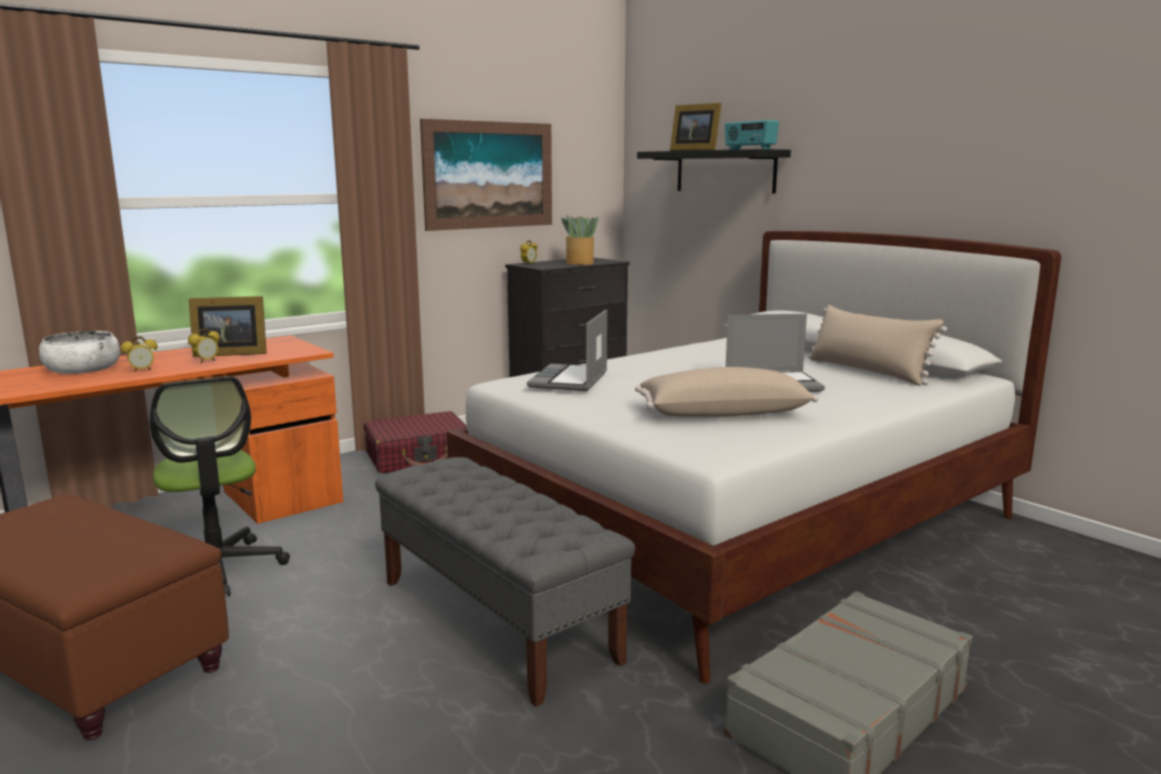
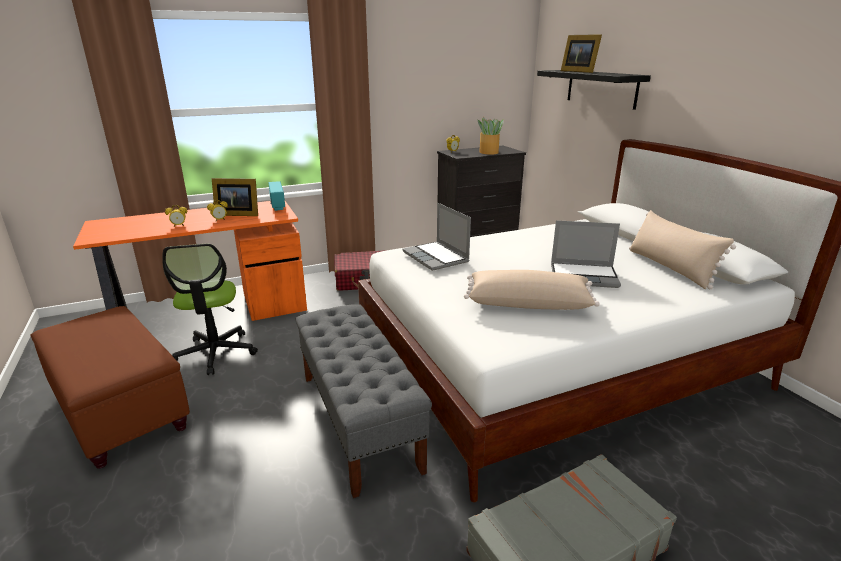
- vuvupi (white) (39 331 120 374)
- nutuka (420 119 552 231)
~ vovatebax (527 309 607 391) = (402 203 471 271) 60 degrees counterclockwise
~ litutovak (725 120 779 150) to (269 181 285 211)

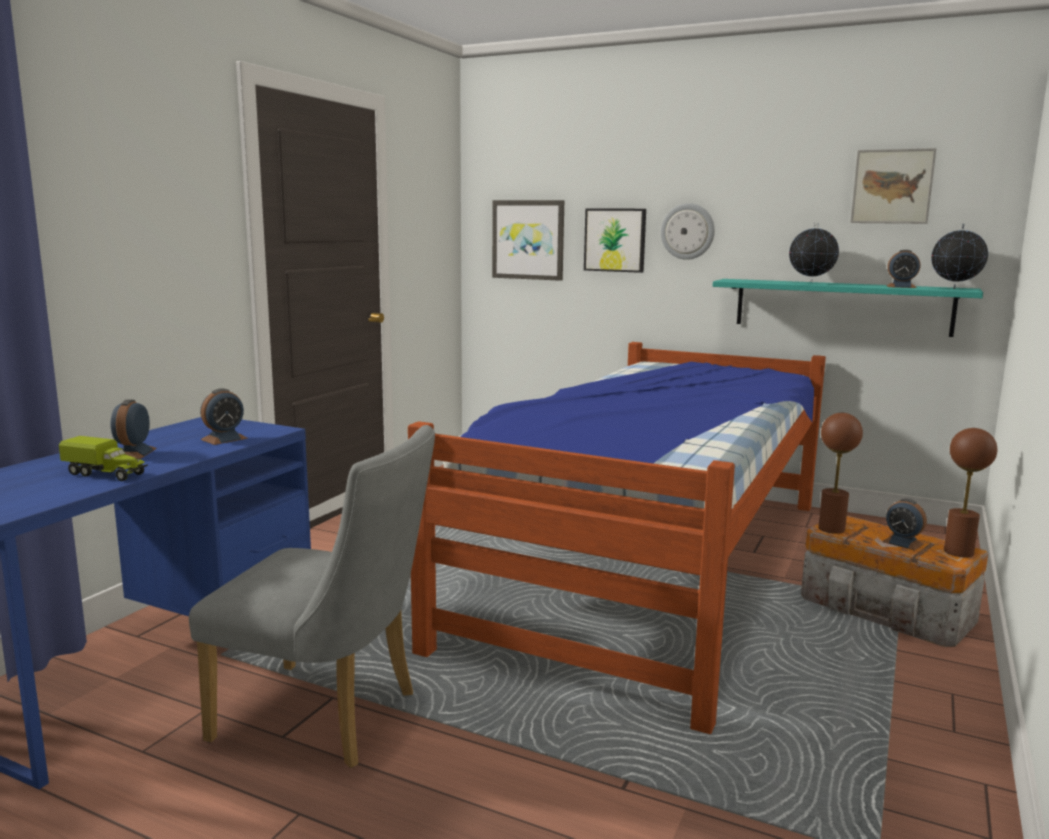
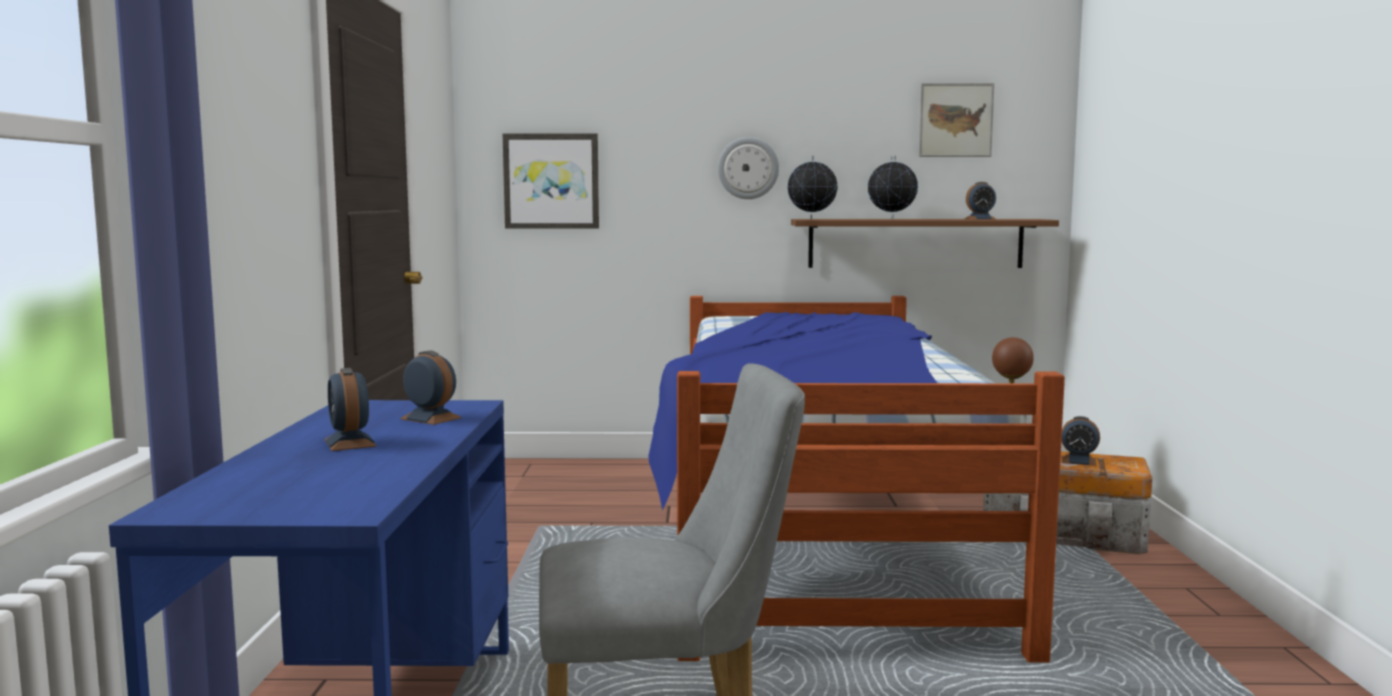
- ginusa (59 436 148 481)
~ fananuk (200 388 248 445) = (400 351 462 425) 75 degrees counterclockwise
- nutuka (584 208 646 273)
~ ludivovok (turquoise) (713 279 983 337) to ludivovok (brown) (791 219 1059 268)
~ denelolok (931 224 988 289) to (788 155 837 219)
- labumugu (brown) (944 428 997 557)

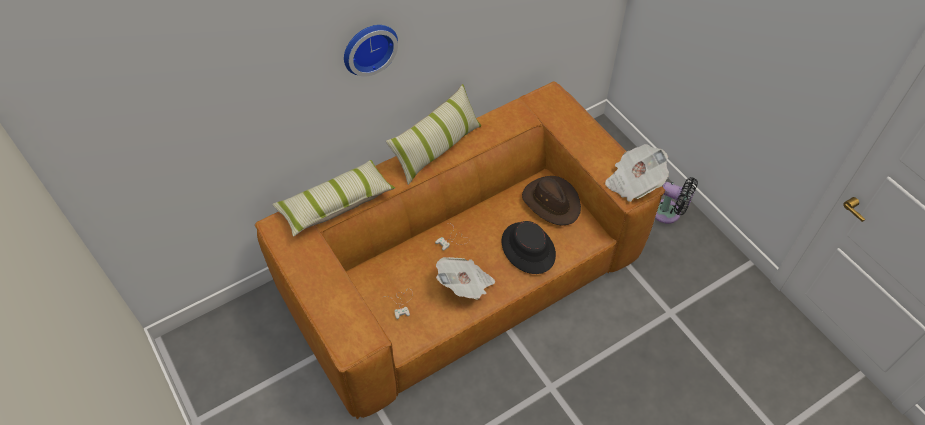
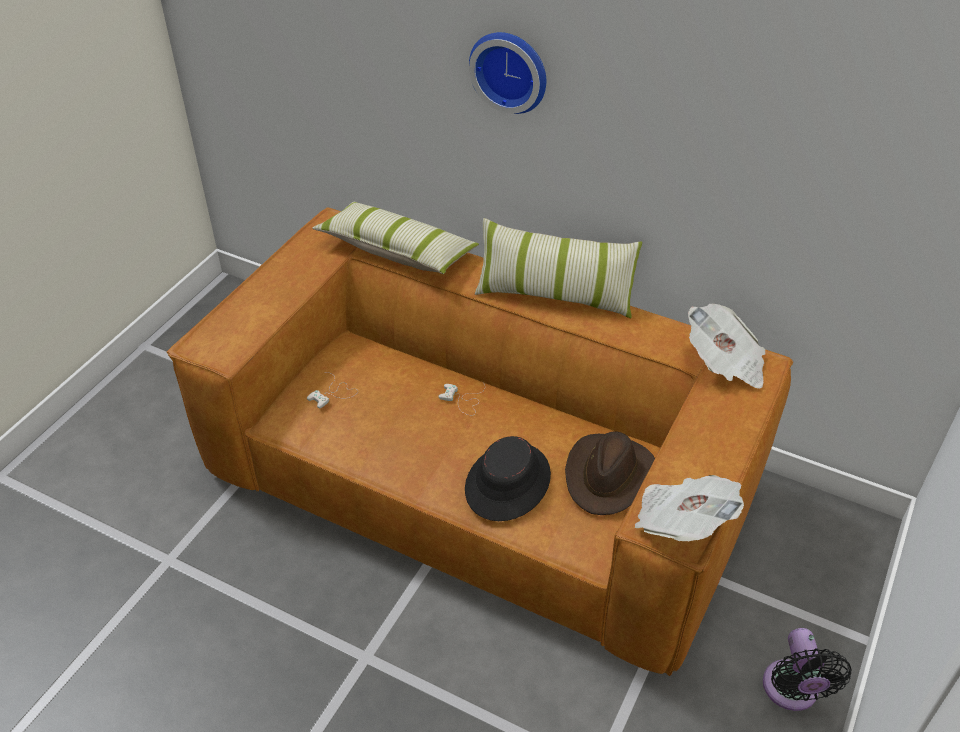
~ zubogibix (436 257 495 300) to (688 304 766 389)

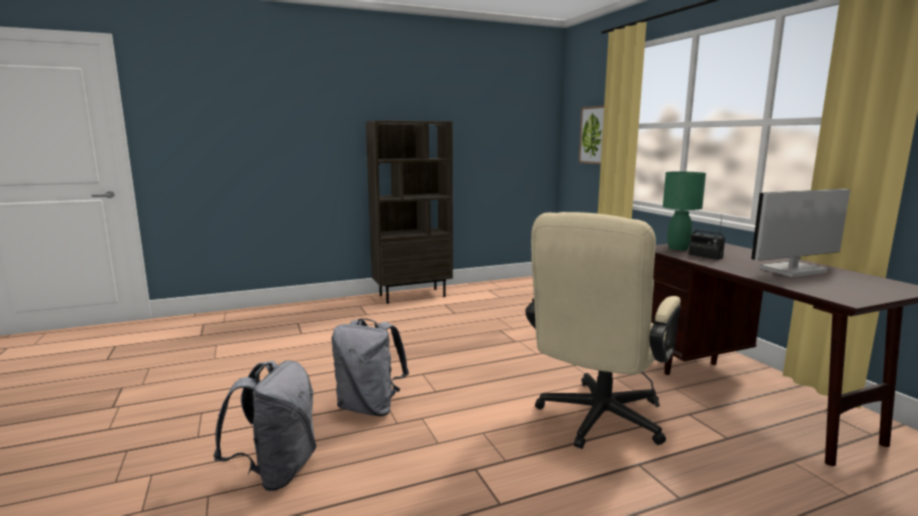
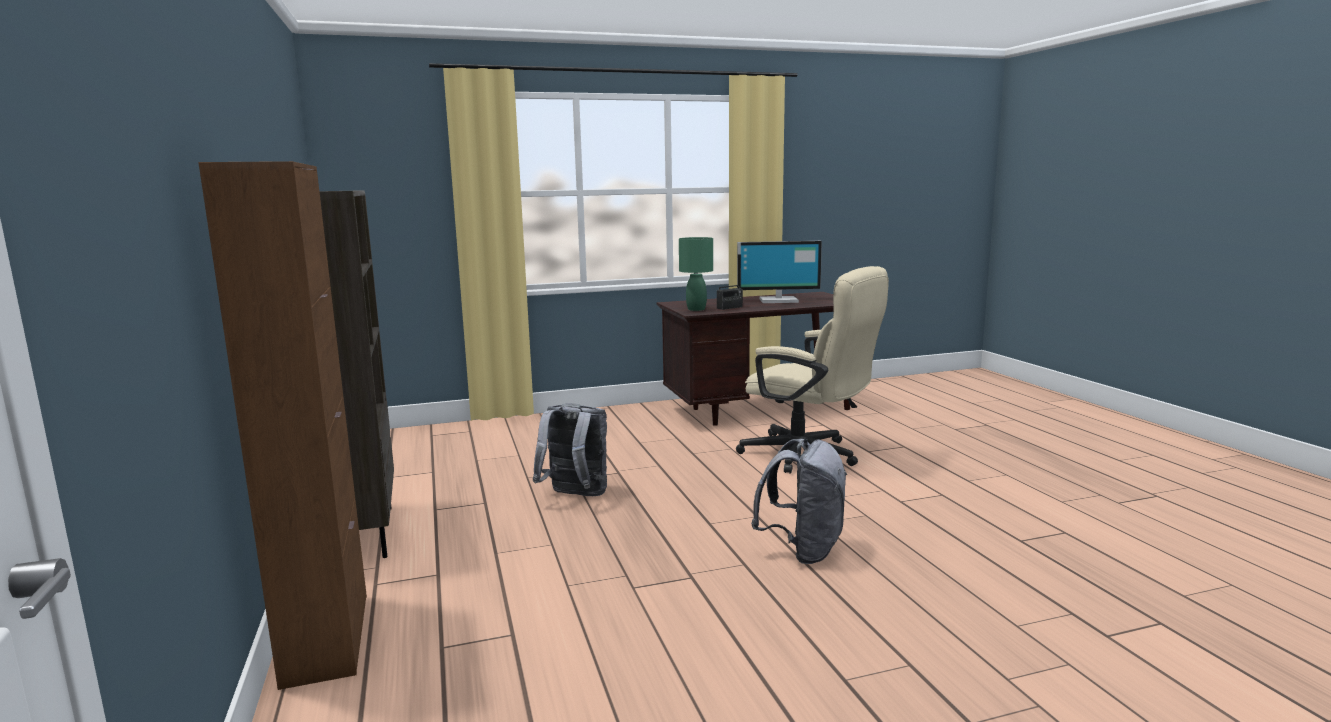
~ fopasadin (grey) (213 360 316 491) to (533 403 607 496)
- nutuka (578 105 604 165)
~ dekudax (751 189 850 277) = (737 241 822 303) 75 degrees counterclockwise
+ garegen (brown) (198 161 367 690)

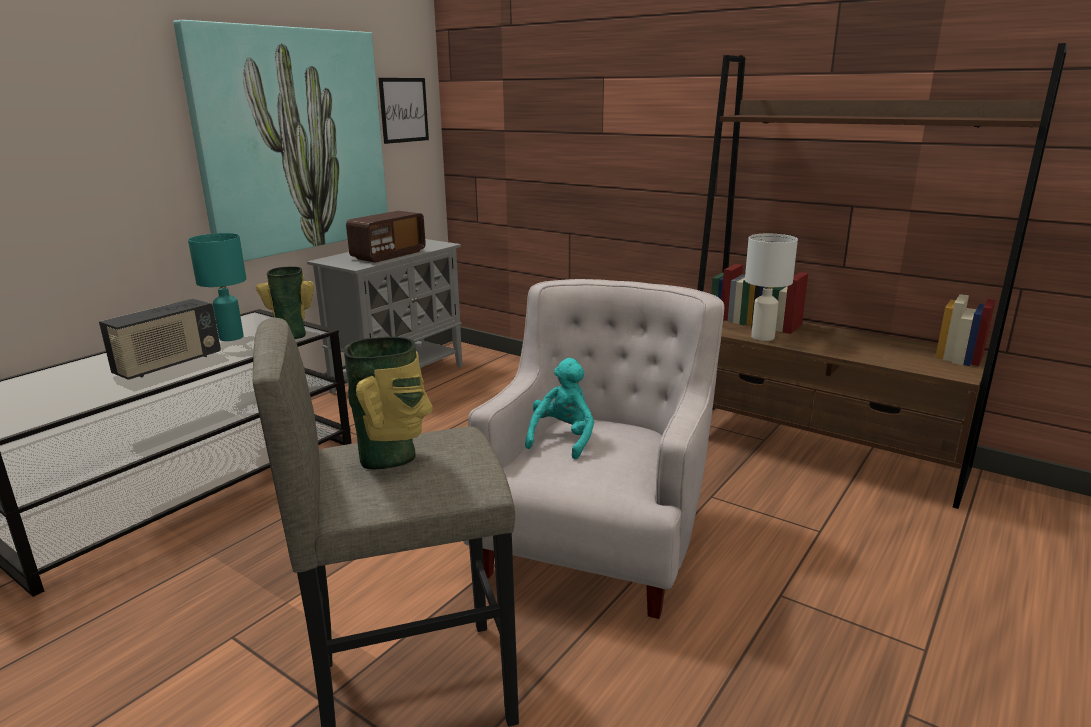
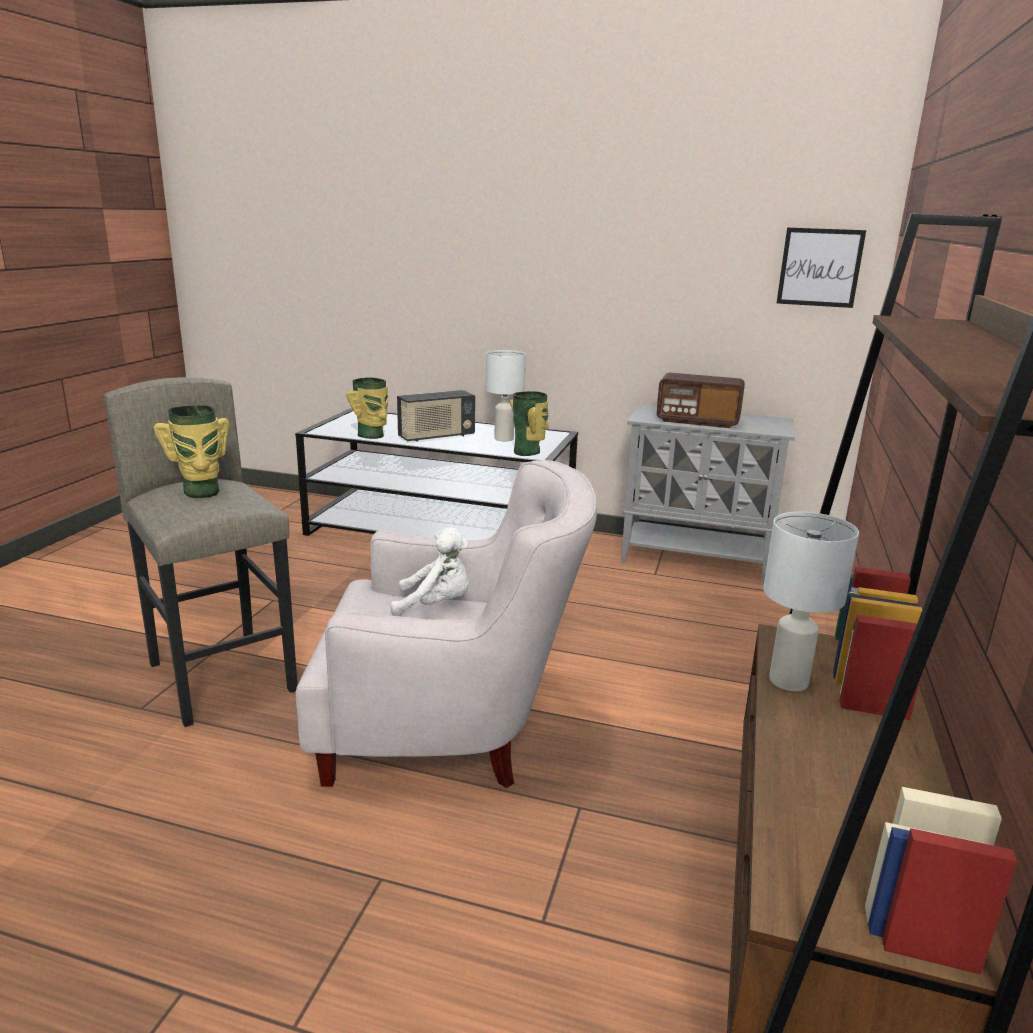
~ litutovak (99 299 221 380) = (397 390 475 442) 45 degrees counterclockwise
- nutuka (173 20 388 261)
~ labumugu (turquoise) (188 233 246 341) to labumugu (white) (486 350 526 441)
~ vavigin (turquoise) (525 358 594 459) to vavigin (white) (391 527 469 616)
+ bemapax (346 377 389 439)

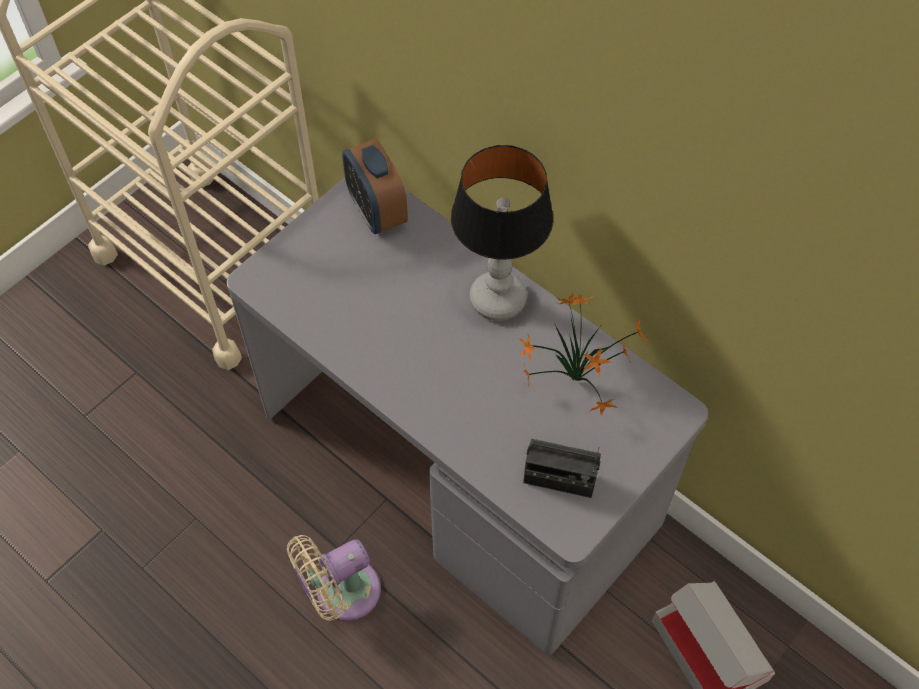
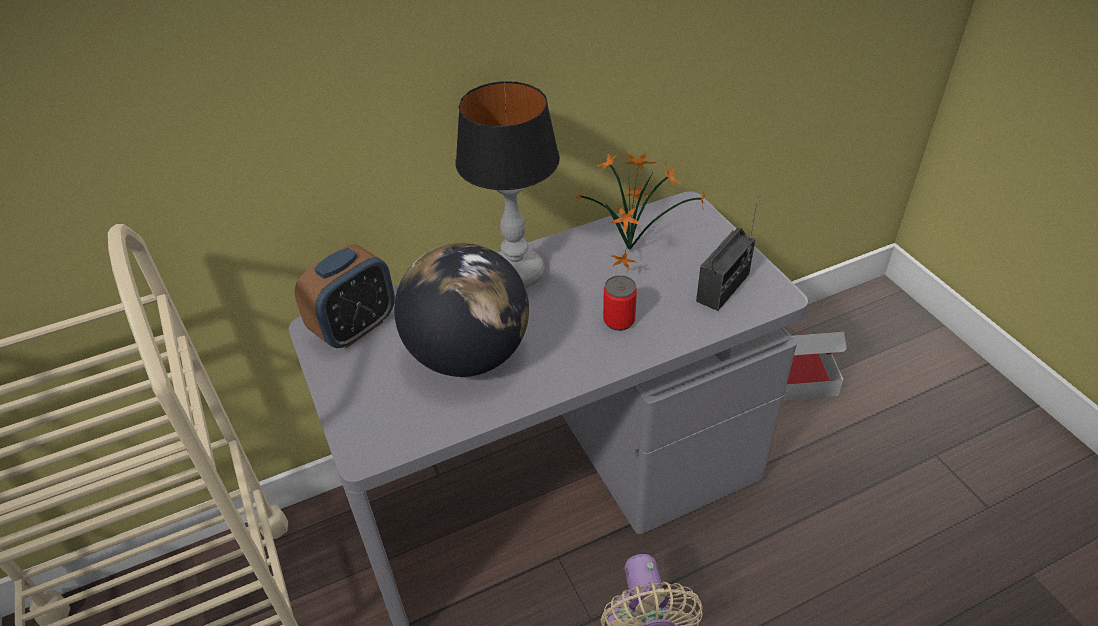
~ fananuk (342 139 408 234) = (295 244 395 348) 45 degrees counterclockwise
+ denelolok (394 243 529 377)
+ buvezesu (603 275 637 331)

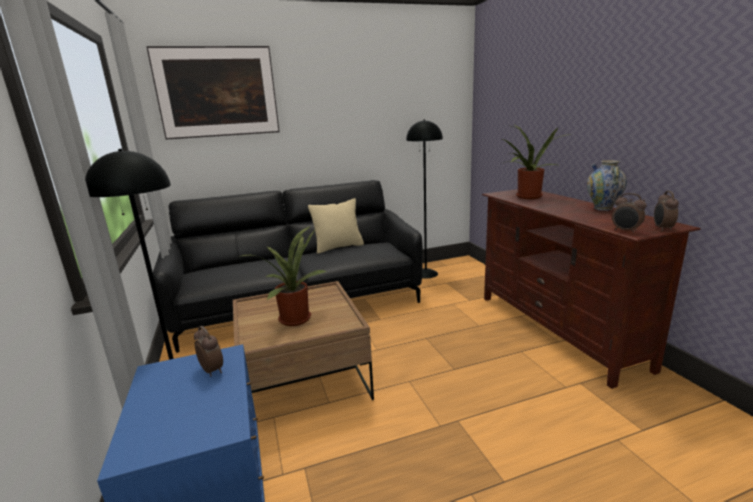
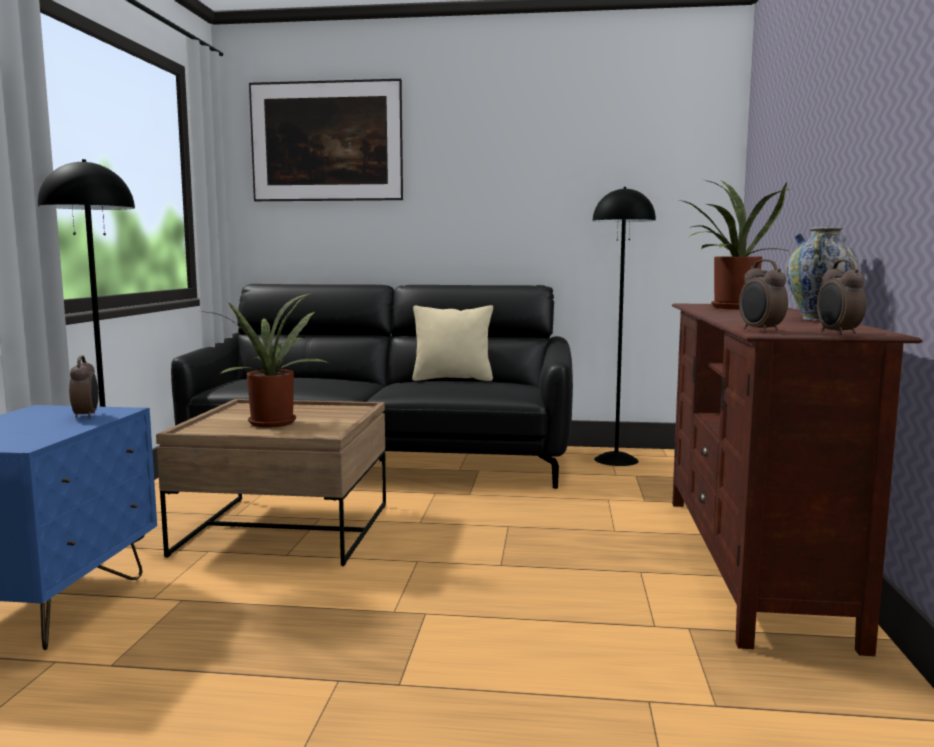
~ fananuk (654 191 679 231) = (817 260 866 335) 45 degrees counterclockwise

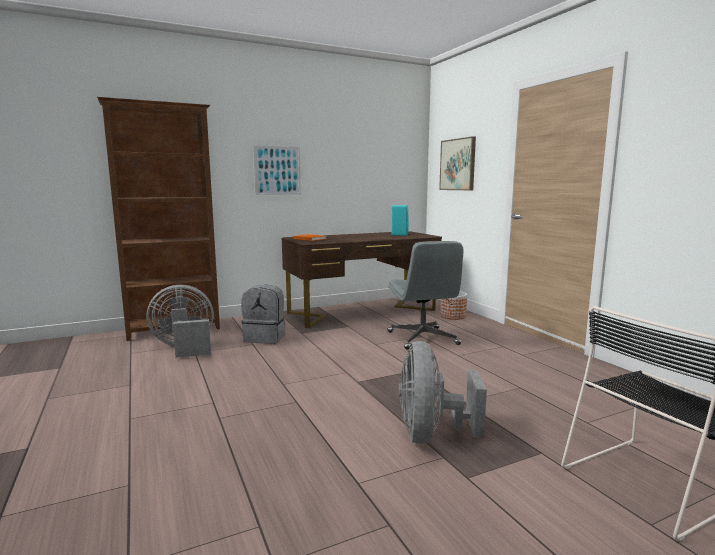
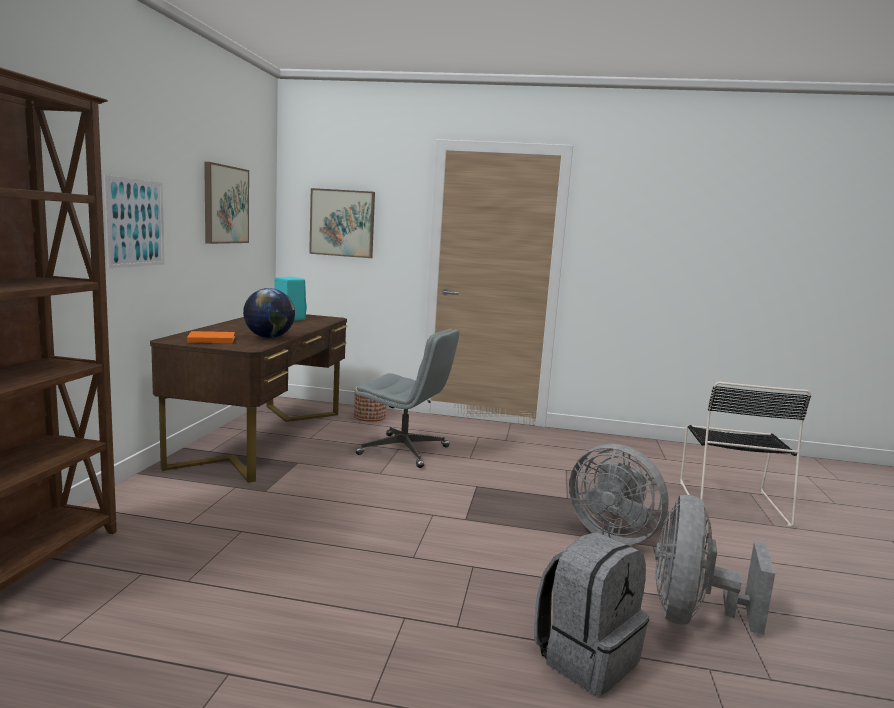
~ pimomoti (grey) (147 285 214 358) to (655 495 775 635)
~ fopasadin (grey) (241 285 285 344) to (534 532 649 696)
+ nutuka (204 162 249 244)
+ denelolok (243 288 295 338)

